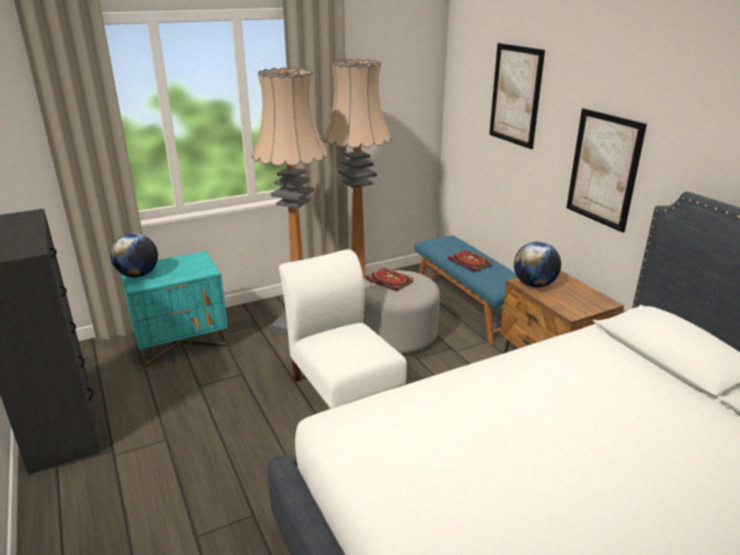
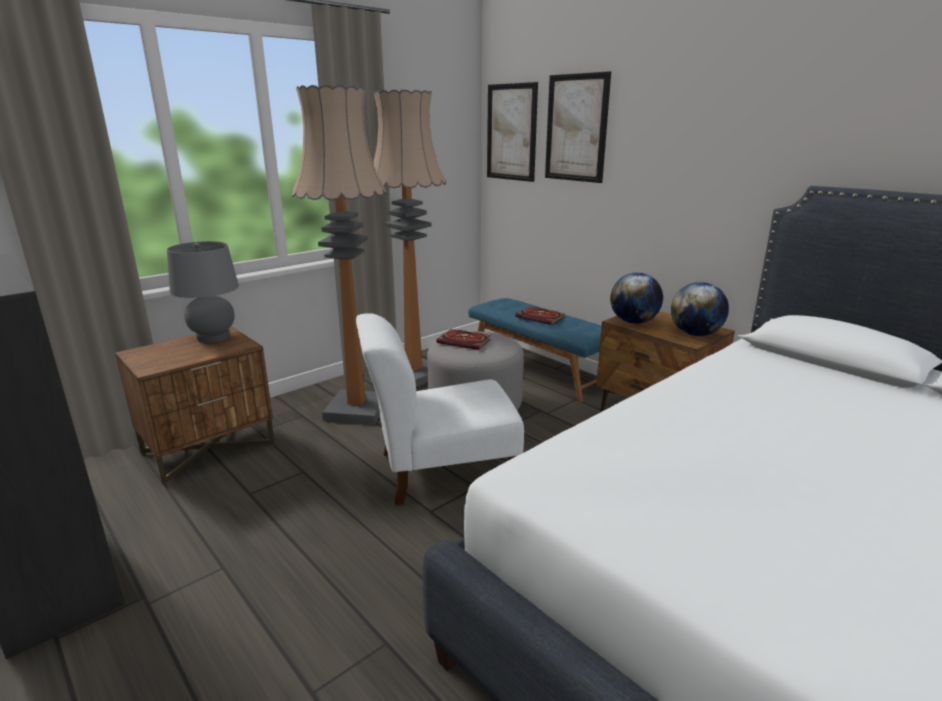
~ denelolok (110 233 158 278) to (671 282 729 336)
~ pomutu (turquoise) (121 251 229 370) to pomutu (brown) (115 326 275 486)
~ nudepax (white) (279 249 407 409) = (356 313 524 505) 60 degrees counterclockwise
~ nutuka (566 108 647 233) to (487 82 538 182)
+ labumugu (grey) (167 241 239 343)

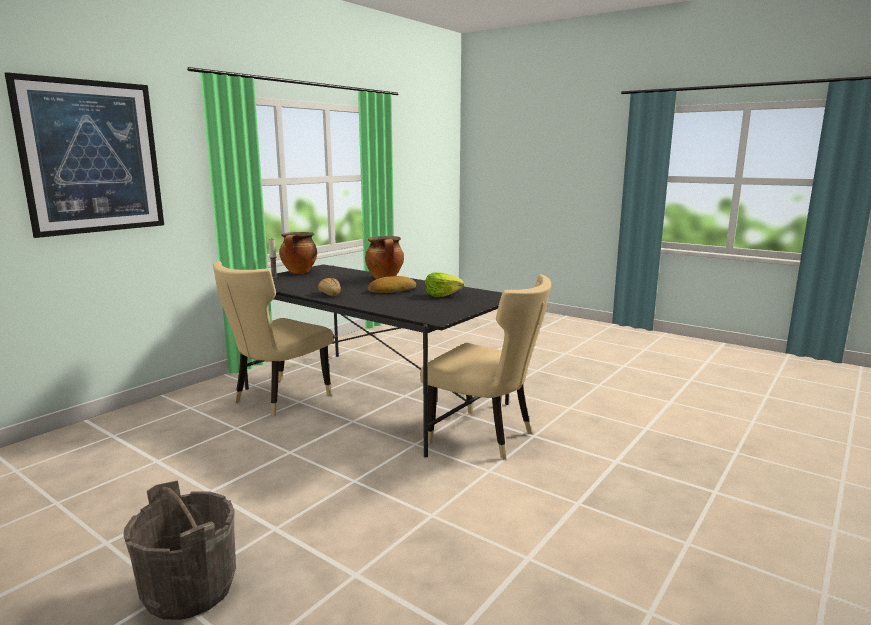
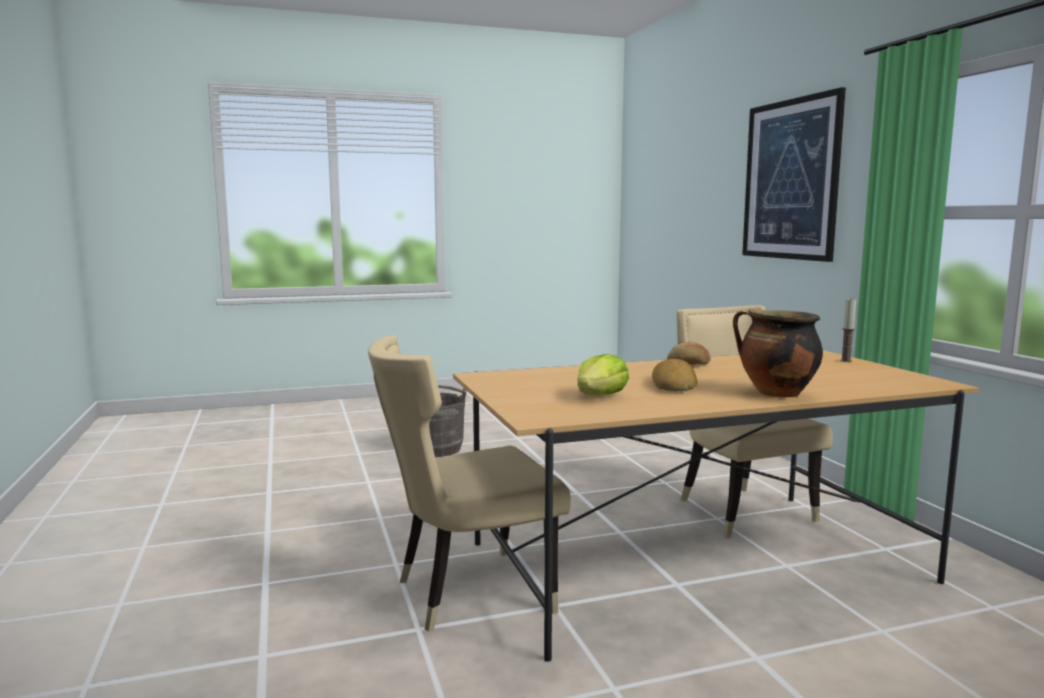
~ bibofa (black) (245 264 509 457) to bibofa (beige) (453 350 979 662)
- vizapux (279 232 317 274)

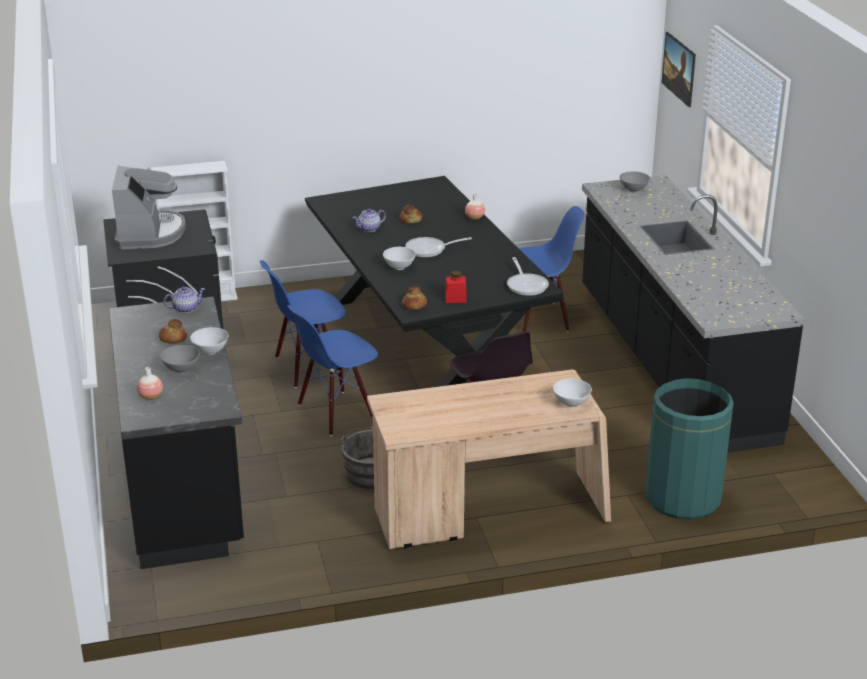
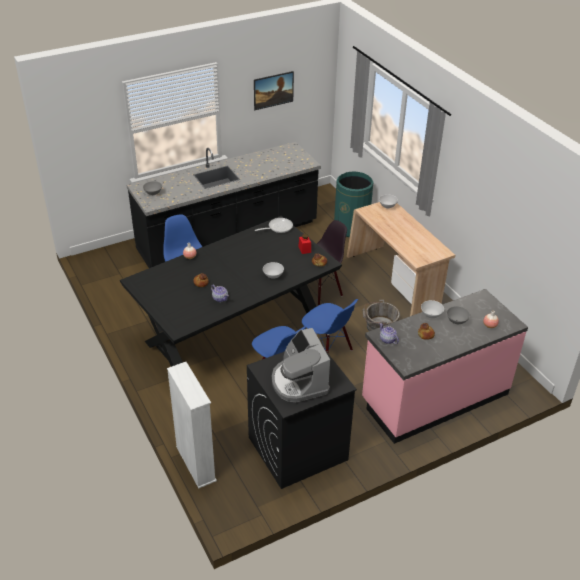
~ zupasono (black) (109 297 244 569) to zupasono (pink) (362 289 528 444)
~ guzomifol (112 166 186 249) = (272 328 330 402) 90 degrees counterclockwise
- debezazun (405 237 472 258)
~ nutuka (662 32 696 107) to (254 71 294 110)

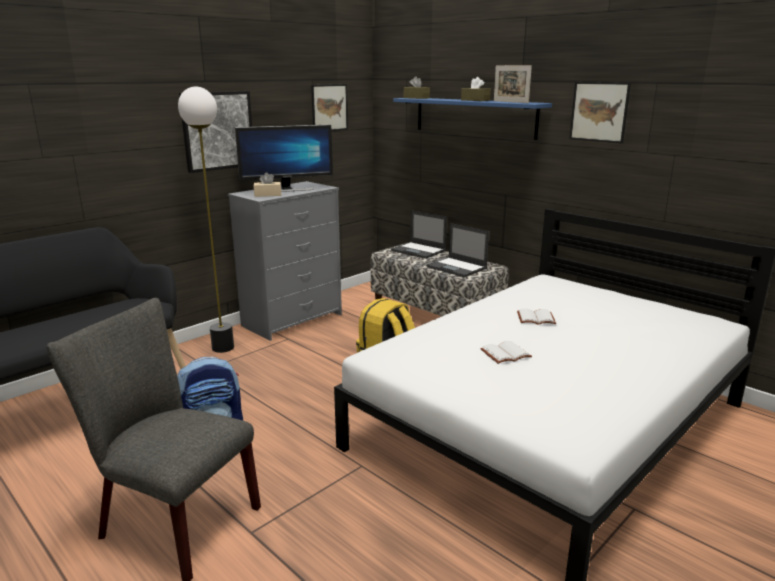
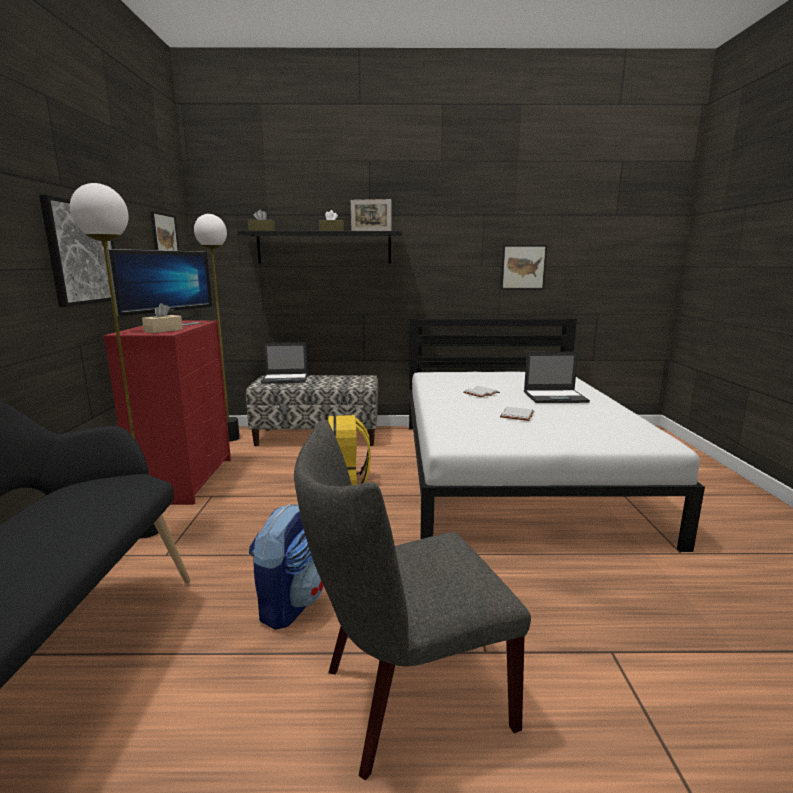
~ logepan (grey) (228 181 342 341) to logepan (red) (103 321 231 505)
~ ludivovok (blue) (393 98 552 140) to ludivovok (black) (238 231 403 263)
~ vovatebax (426 223 489 277) to (524 352 590 403)
~ nutuka (569 82 631 143) to (501 245 547 289)
+ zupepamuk (194 214 240 442)

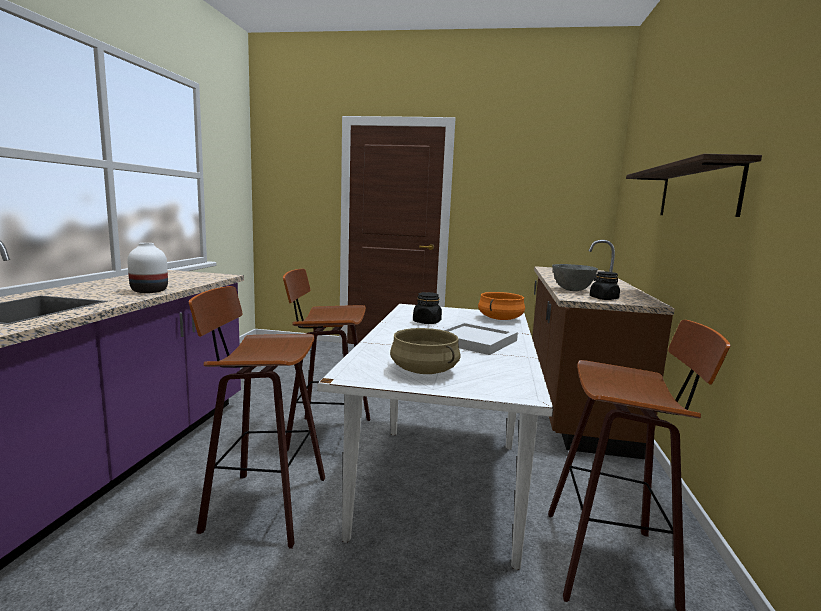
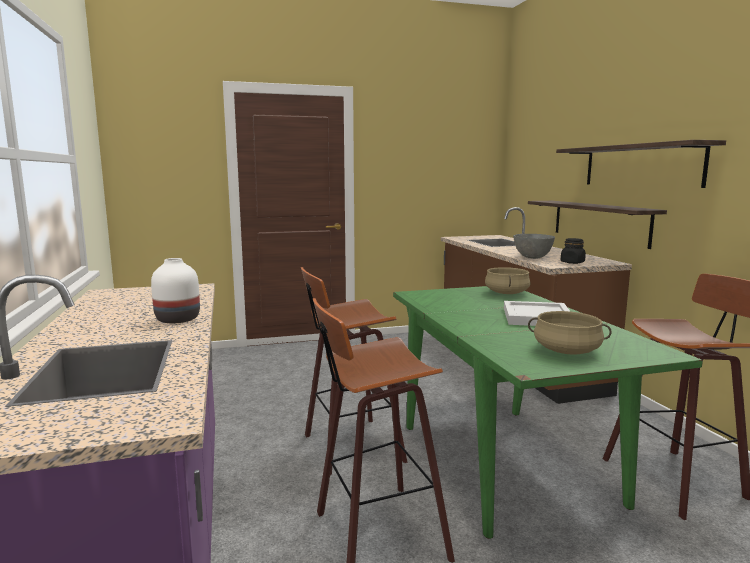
~ bibofa (white) (318 304 553 570) to bibofa (green) (393 286 703 539)
- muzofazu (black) (413 292 442 324)
~ vizapux (orange) (478 292 525 320) to vizapux (beige) (485 267 530 294)
+ ludivovok (528 201 667 249)

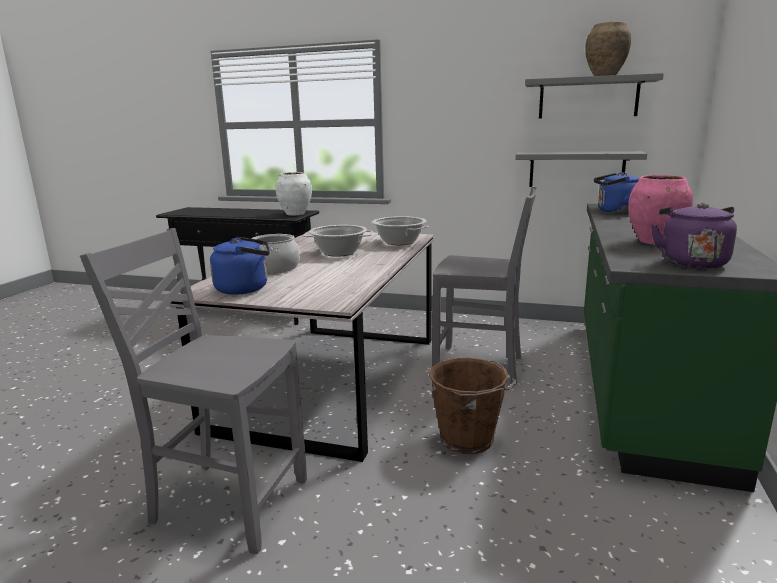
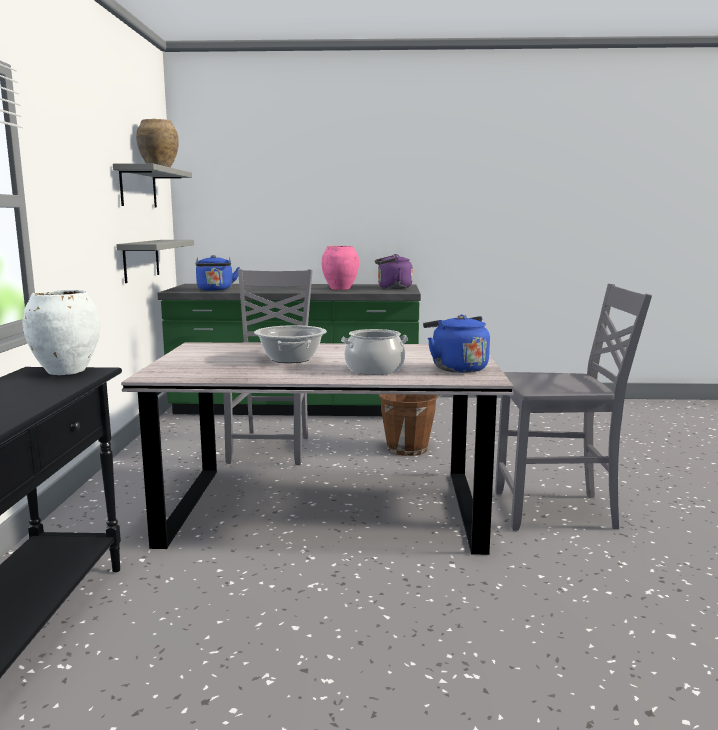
~ nudepax (grey) (80 228 307 554) = (495 284 652 530) 90 degrees counterclockwise
- vizapux (371 216 429 245)

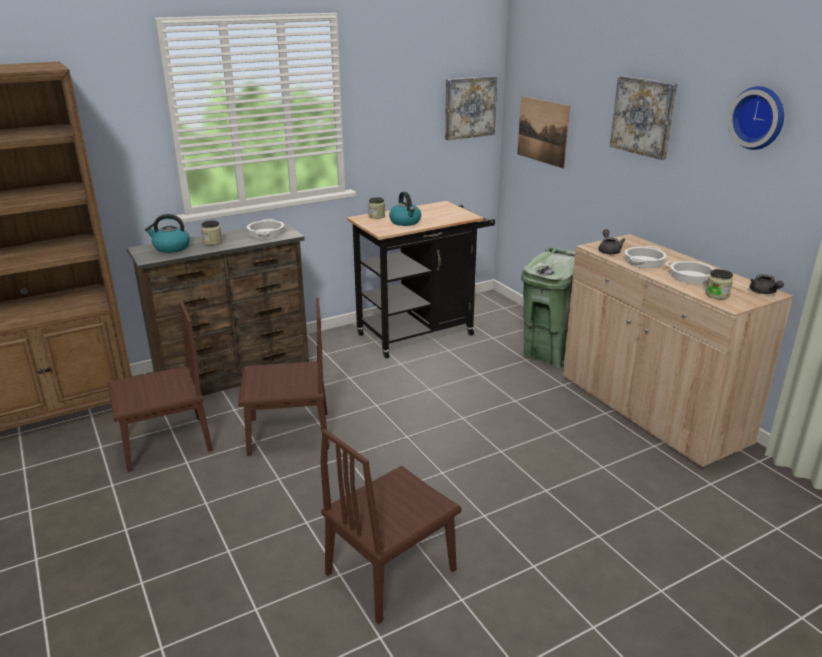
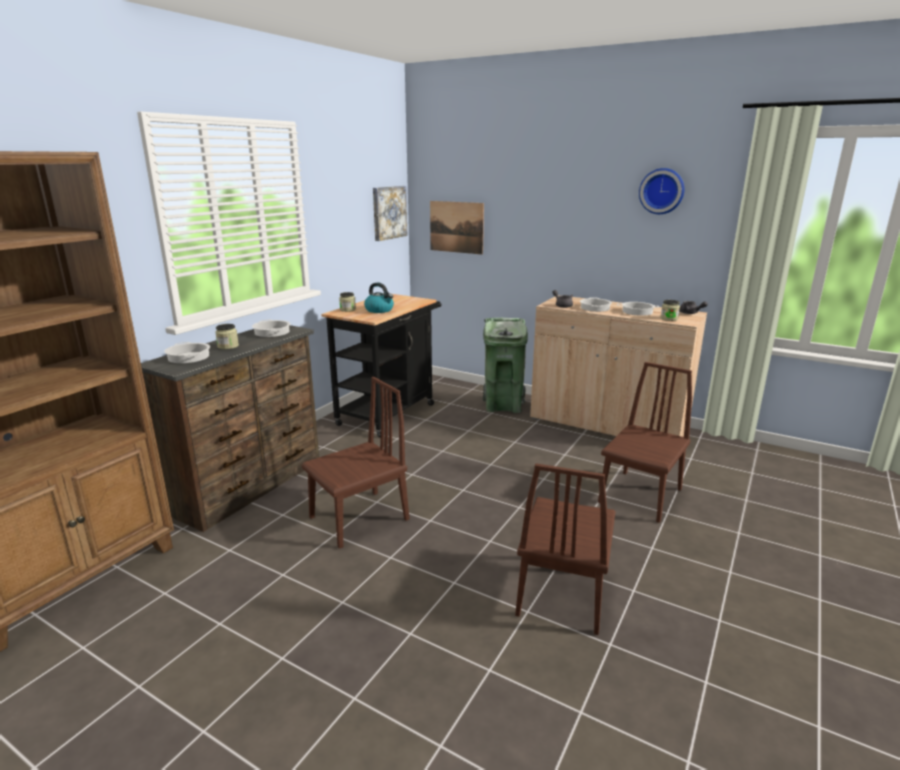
~ nudepax (brown) (108 301 213 472) to (598 362 692 523)
~ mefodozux (145 214 190 253) to vizapux (164 342 210 363)
- nutuka (610 76 677 160)

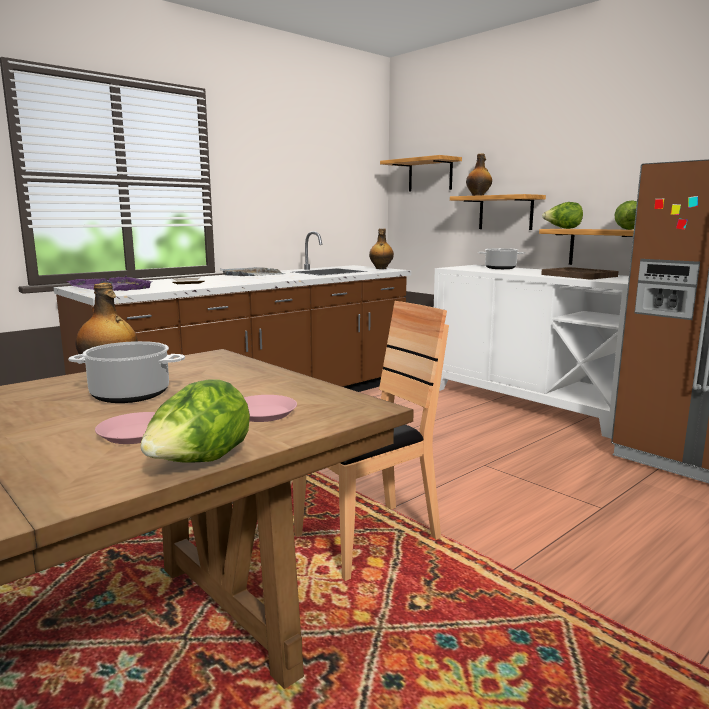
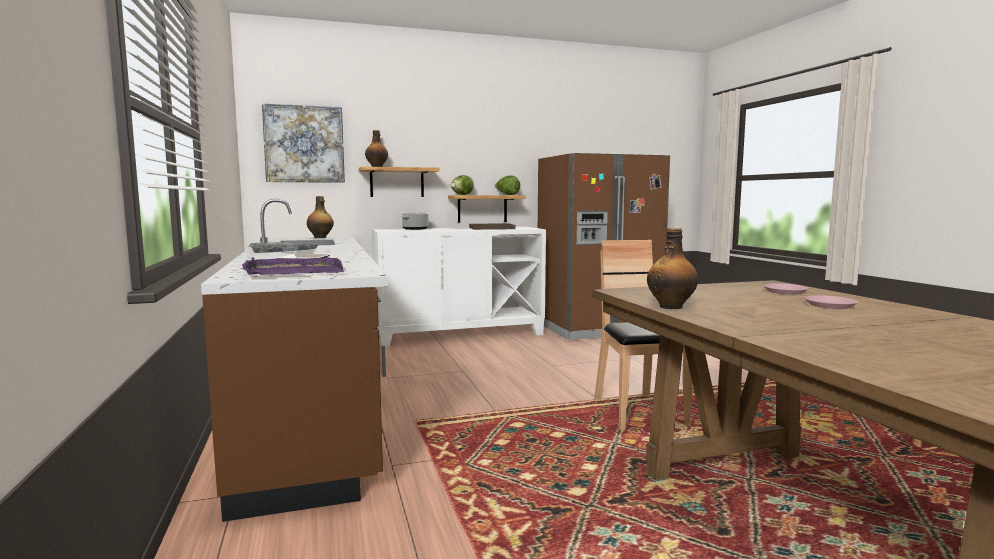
- vizapux (68 341 185 403)
- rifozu (140 379 250 462)
~ ludivovok (380 155 462 191) to nutuka (262 104 345 183)

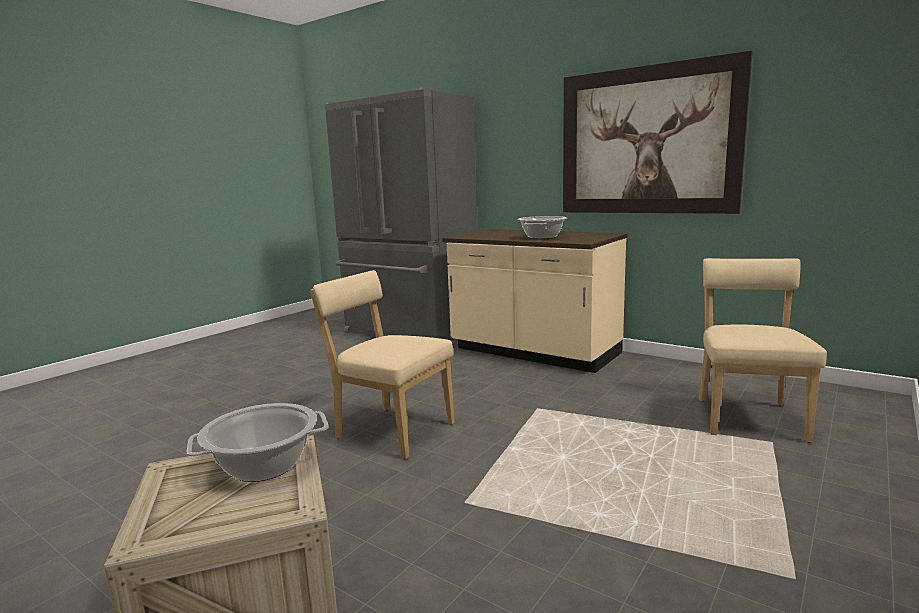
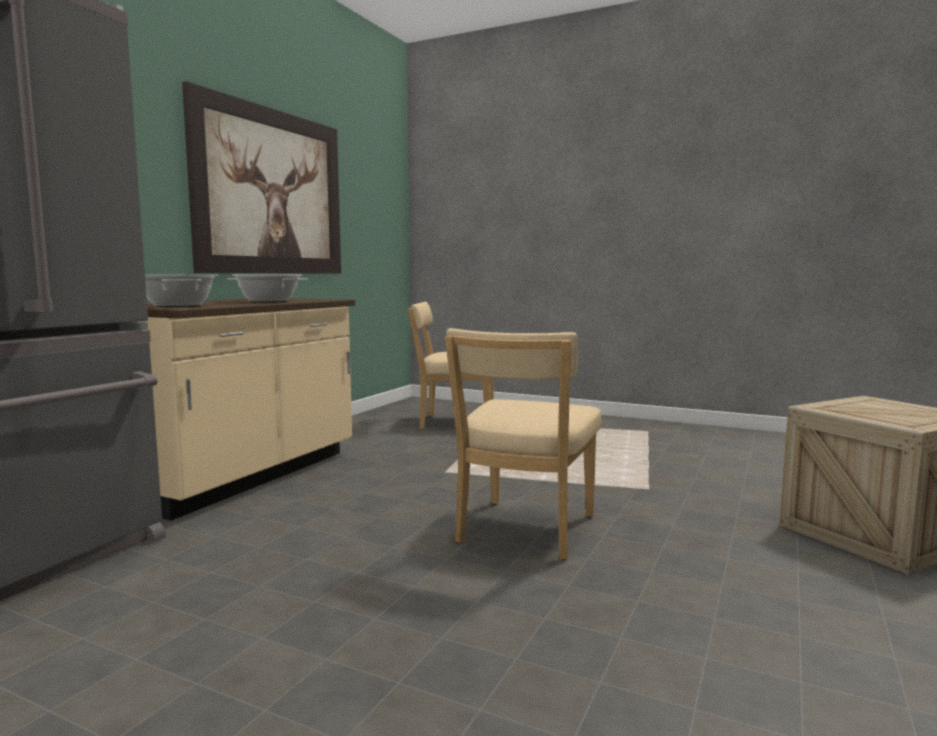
~ vizapux (187 403 328 482) to (145 275 218 307)

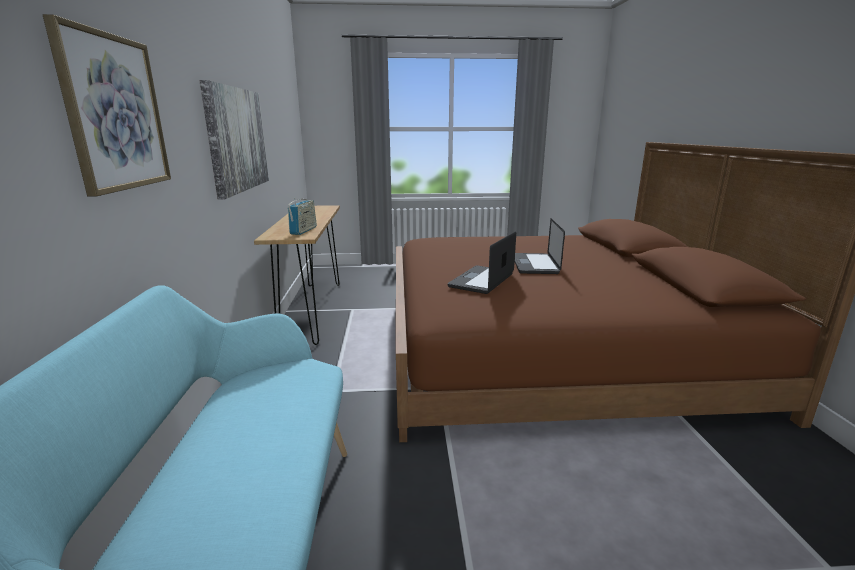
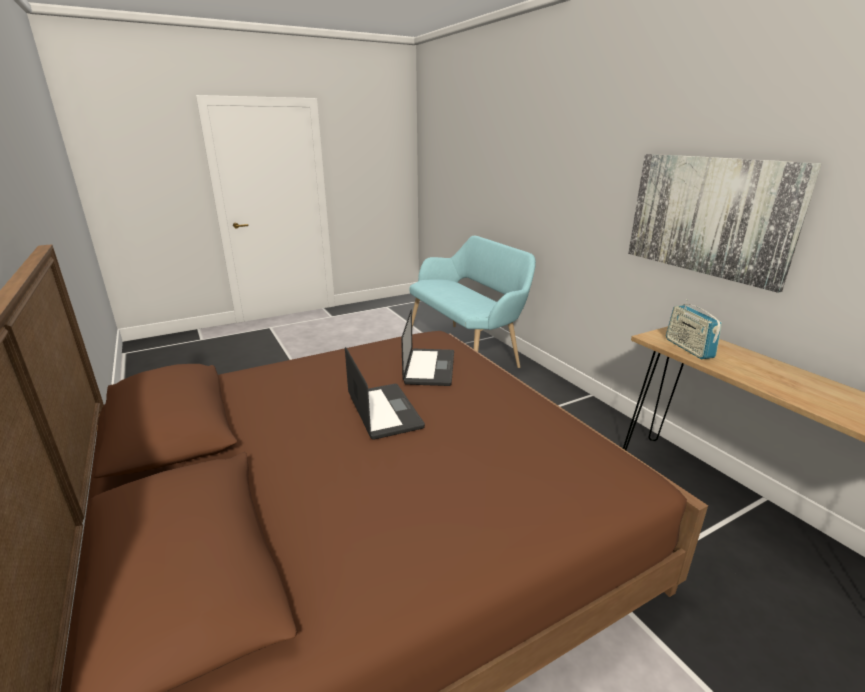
- nutuka (43 14 171 196)

